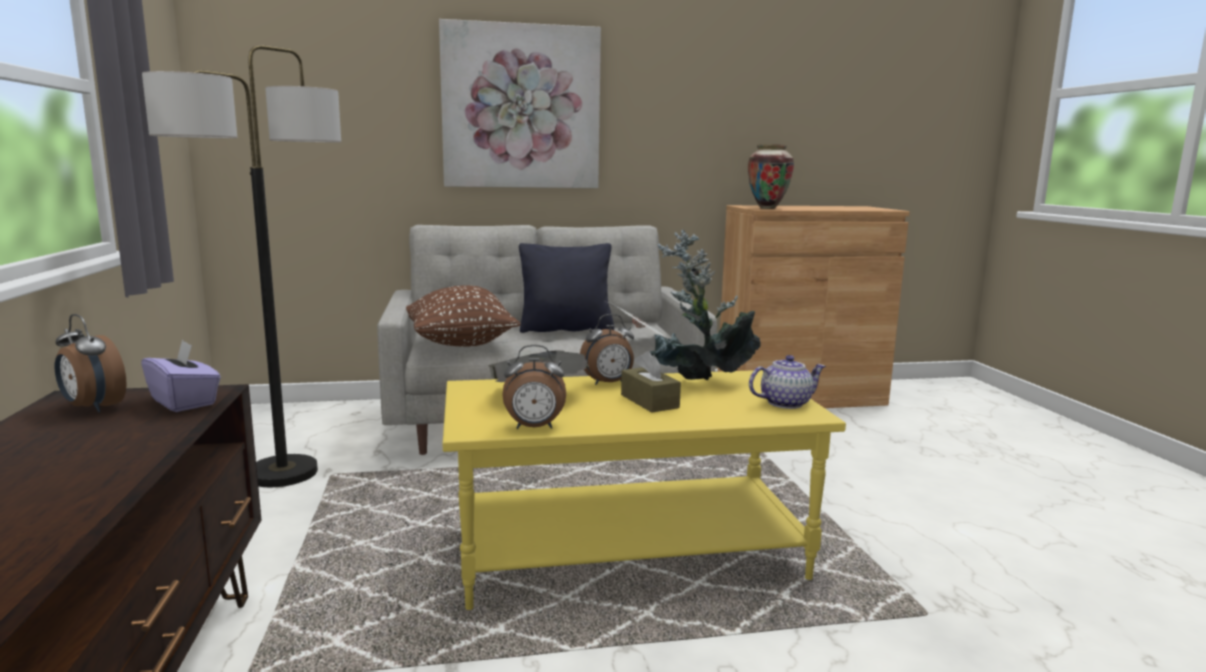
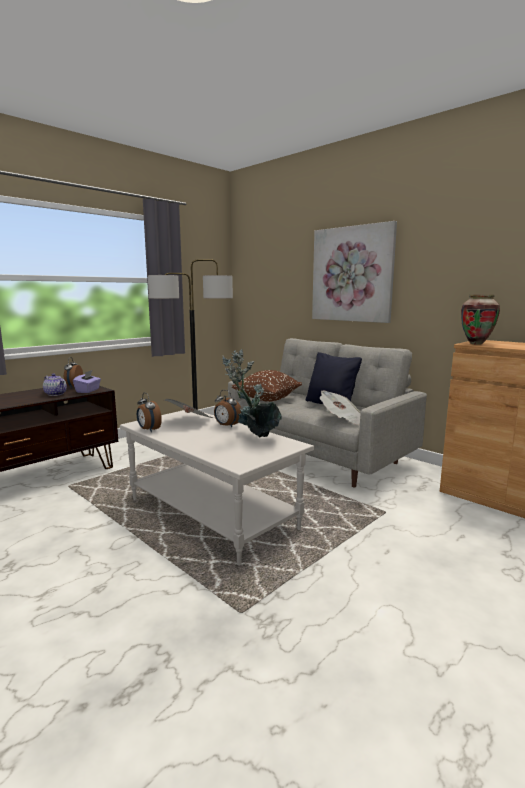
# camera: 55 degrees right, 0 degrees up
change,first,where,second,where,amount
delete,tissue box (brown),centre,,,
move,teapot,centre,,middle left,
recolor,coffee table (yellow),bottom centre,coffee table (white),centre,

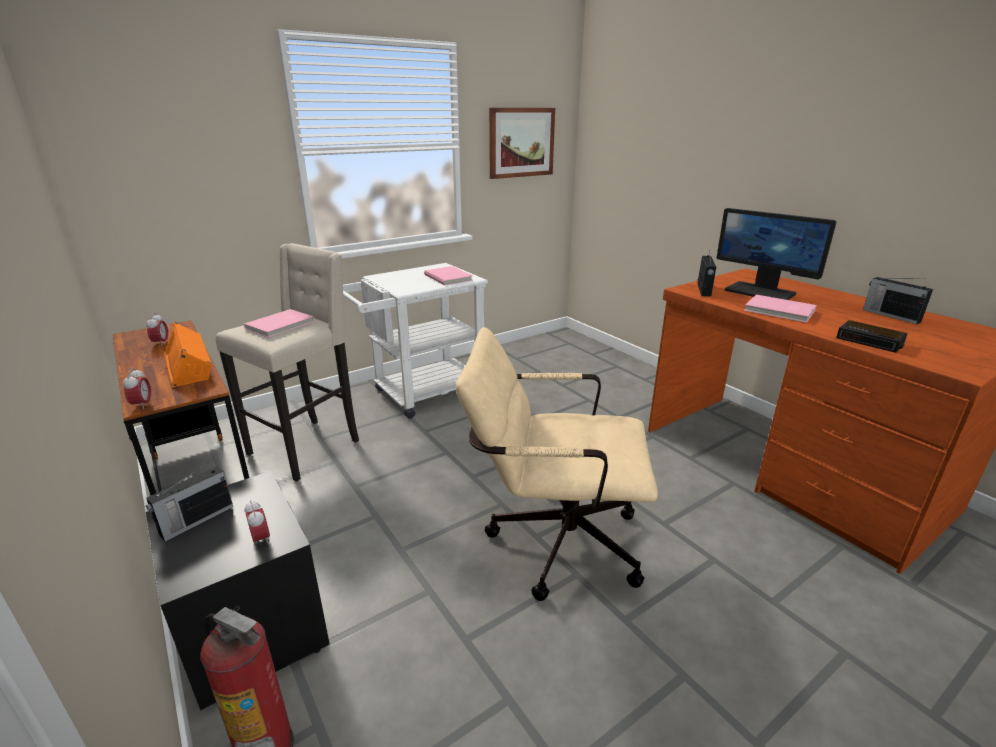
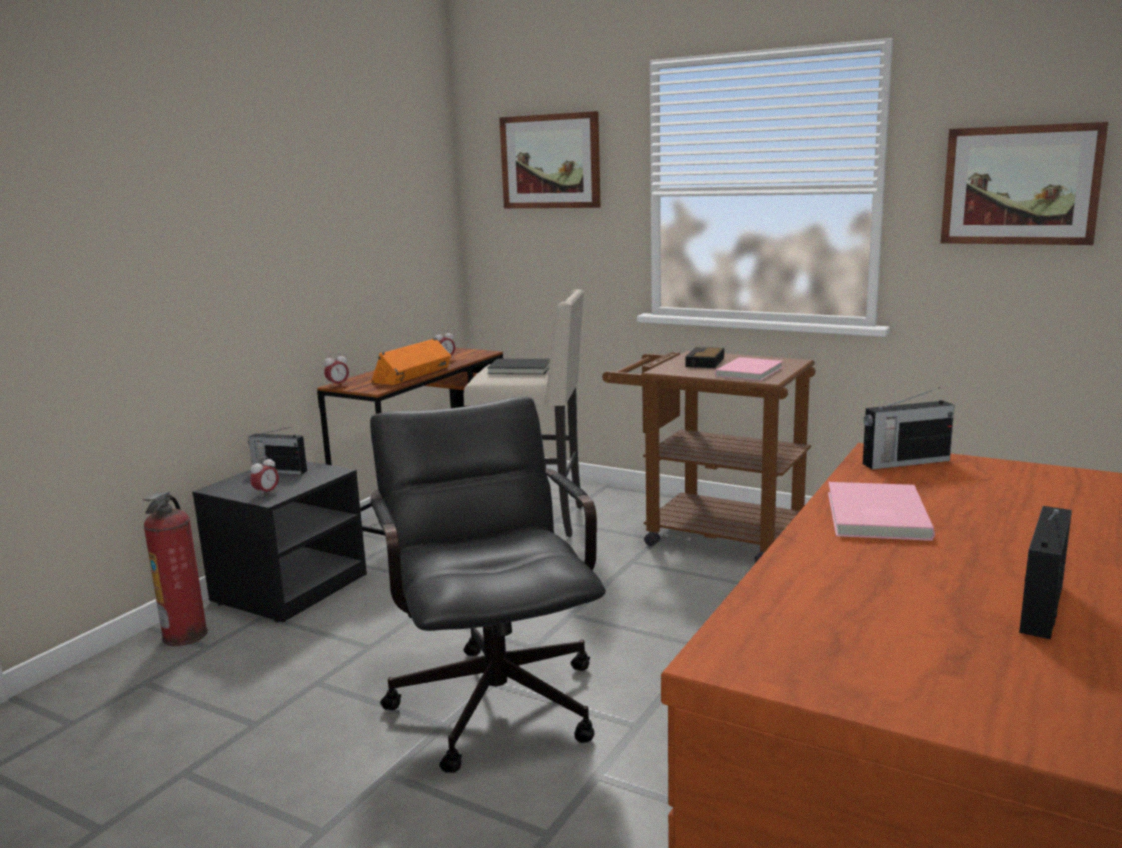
# camera: 65 degrees right, 10 degrees down
change,first,where,second,where,amount
delete,monitor,middle right,,,
insert,,,picture (1st from left),top centre,
move,alarm clock (4th from left),middle right,,centre,
recolor,book (pink) (1st from left),middle left,book (black),centre,
recolor,cart (white),centre,cart (brown),centre,
recolor,office chair (beige),centre,office chair (black),bottom centre,

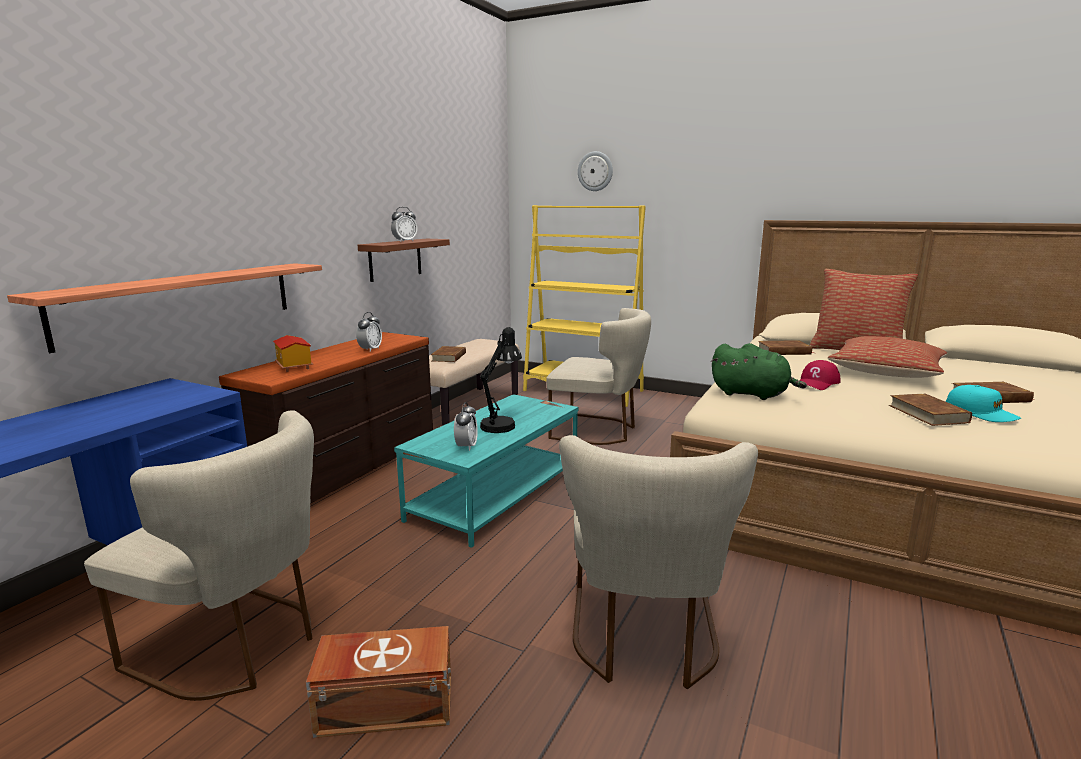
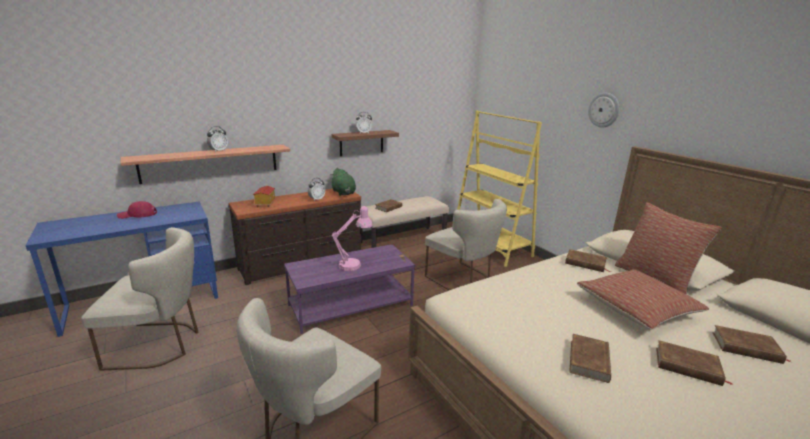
# camera: 30 degrees right, 5 degrees up
change,first,where,second,where,amount
delete,storage box (brown),bottom centre,,,
delete,cap (turquoise),middle right,,,
insert,,,book (brown) (5th from left),bottom right,
move,alarm clock (3rd from left in the first image),centre,alarm clock (1st from left),top left,
move,wall clock,top centre,,top right,
move,plush toy (green),middle right,,centre,
move,cap (red),middle right,,middle left,
recolor,coffee table (turquoise),centre,coffee table (purple),centre,
recolor,table lamp (black),centre,table lamp (pink),centre,
rotate,chair (beige) (1st from left),bottom left,,bottom left,60 degrees counterclockwise

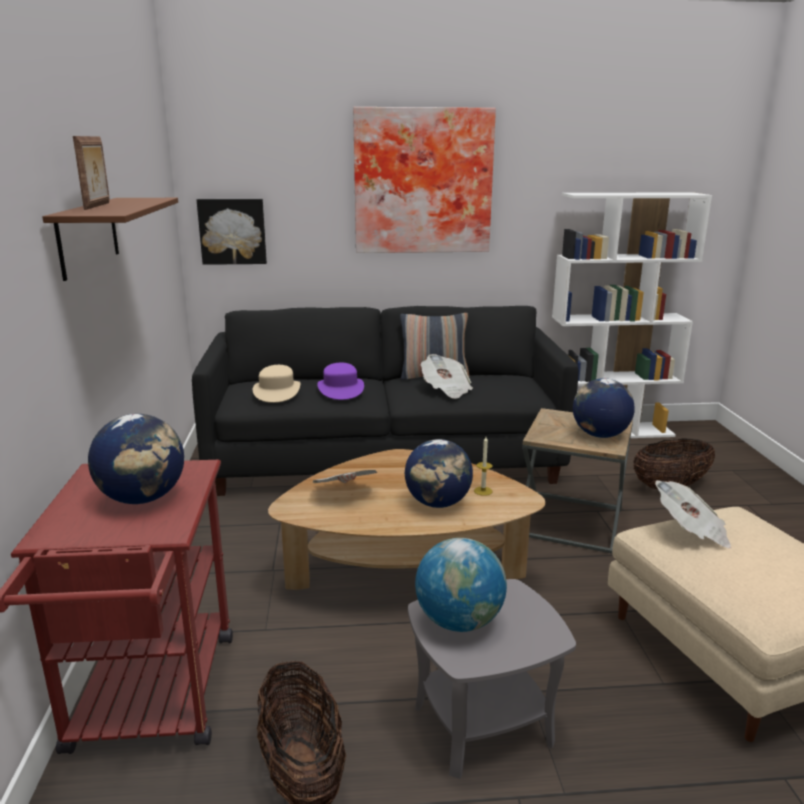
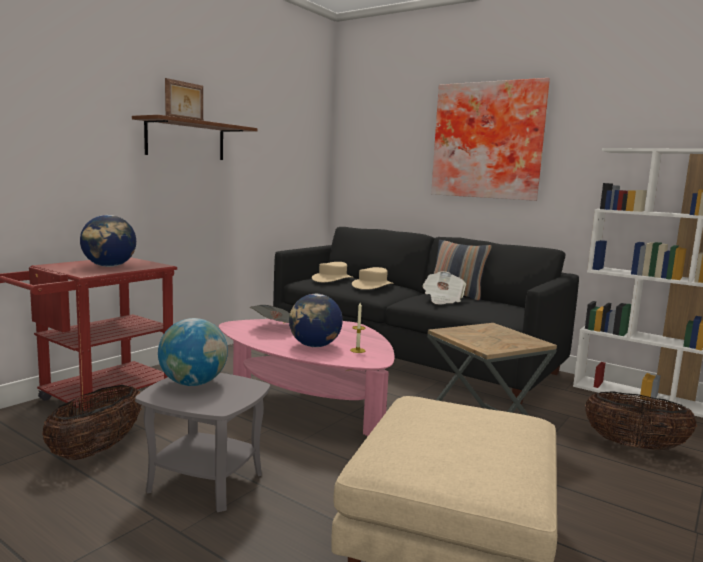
# camera: 40 degrees right, 10 degrees down
change,first,where,second,where,amount
delete,picture (1st from left),top left,,,
delete,globe (4th from left),middle right,,,
delete,newspaper (3rd from left),middle right,,,
recolor,coffee table (brown),centre,coffee table (pink),bottom centre,
recolor,hat (purple),centre,hat (beige) (2nd from left),centre,

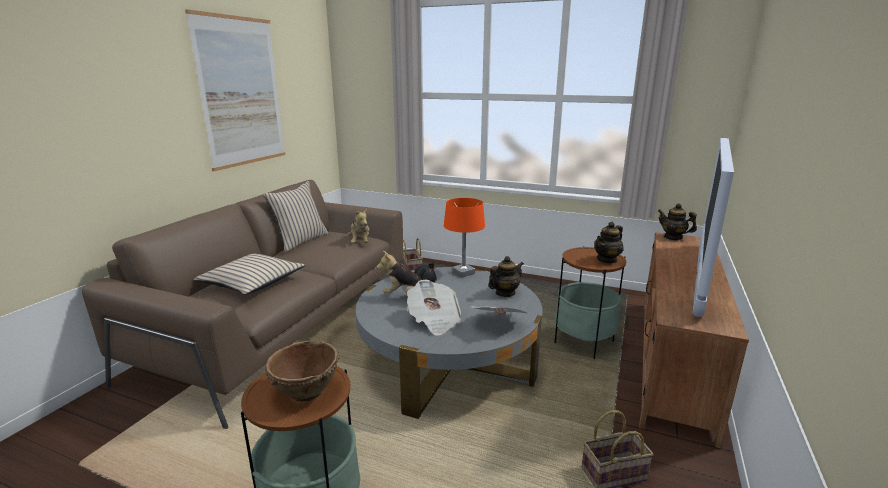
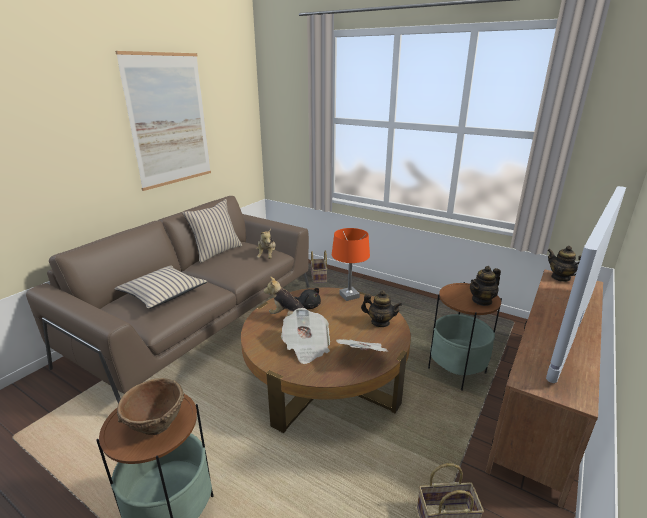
# camera: 10 degrees right, 5 degrees up
change,first,where,second,where,amount
recolor,coffee table (grey),bottom centre,coffee table (brown),bottom centre,
rotate,teapot (1st from left),centre,,centre,45 degrees clockwise

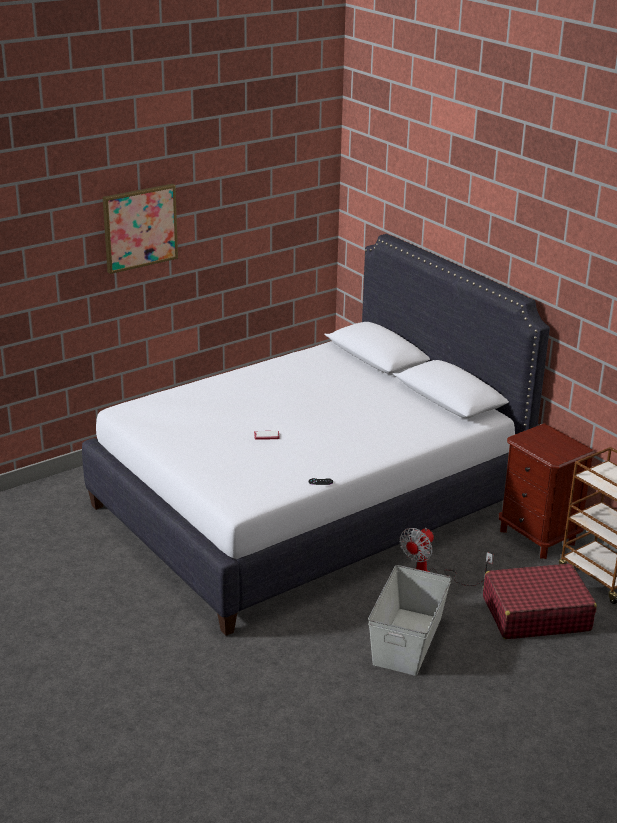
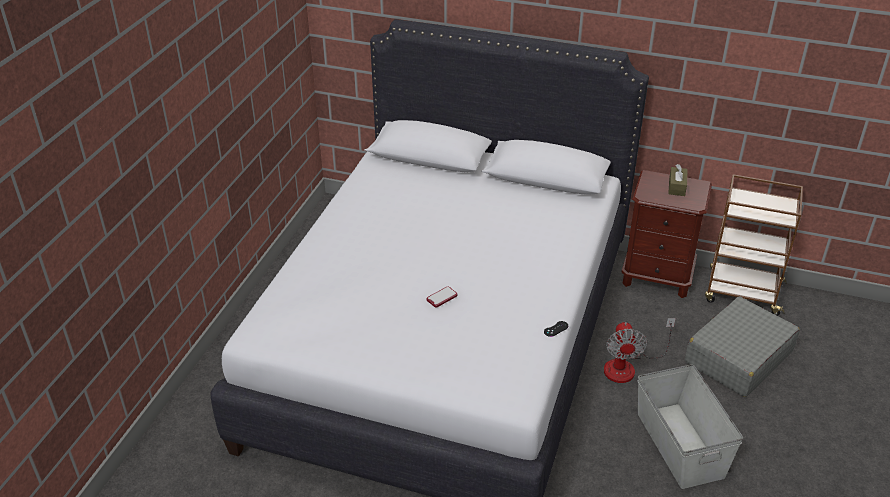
# camera: 35 degrees left, 10 degrees up
change,first,where,second,where,amount
delete,picture,top left,,,
insert,,,tissue box (brown),middle right,
recolor,suitcase (red),bottom right,suitcase (grey),bottom right,

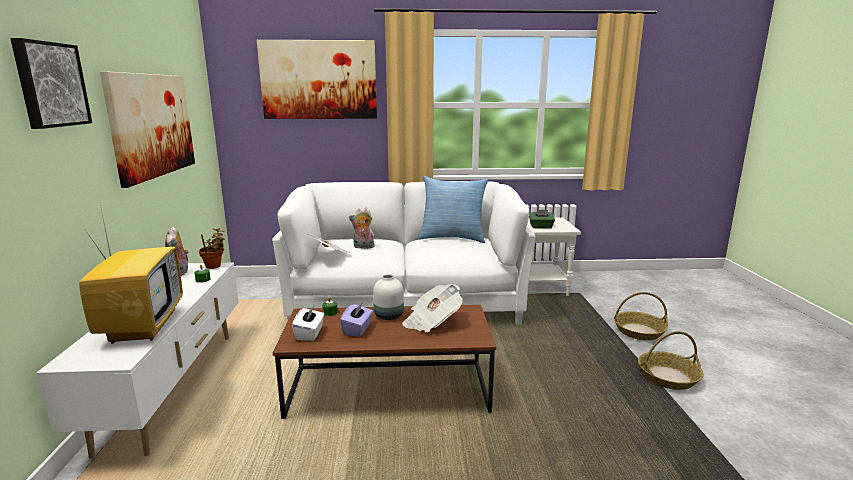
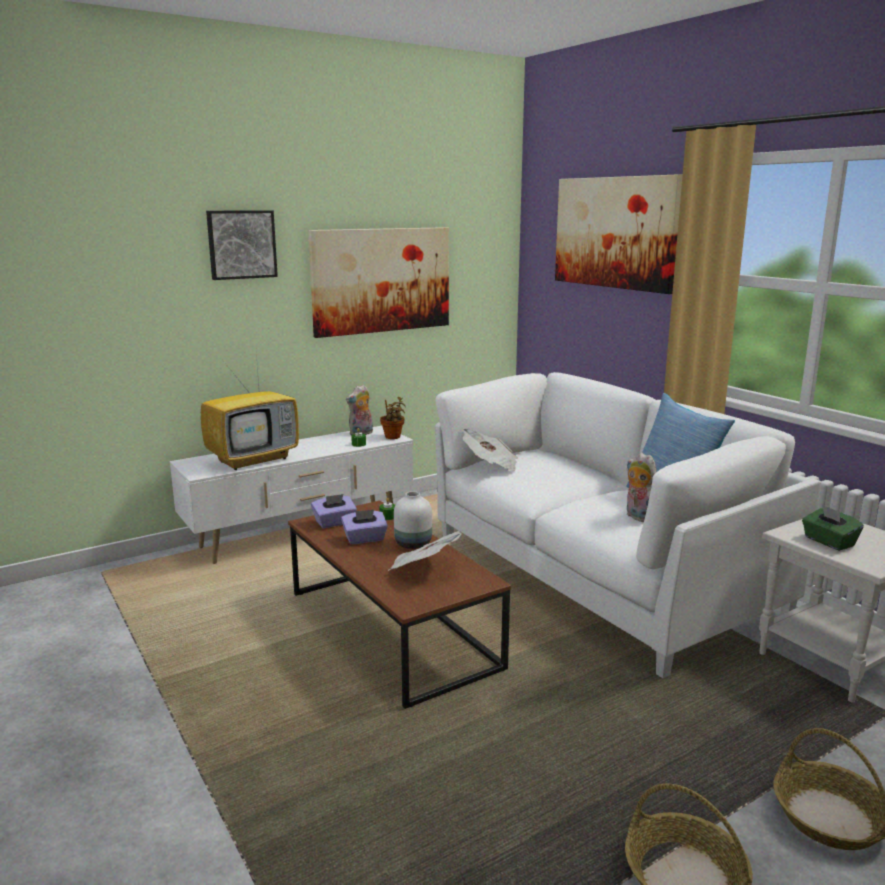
# camera: 60 degrees right, 0 degrees up
change,first,where,second,where,amount
move,plush toy (2nd from left),centre,,middle right,
recolor,tissue box (white),bottom centre,tissue box (purple) (1st from left),centre,

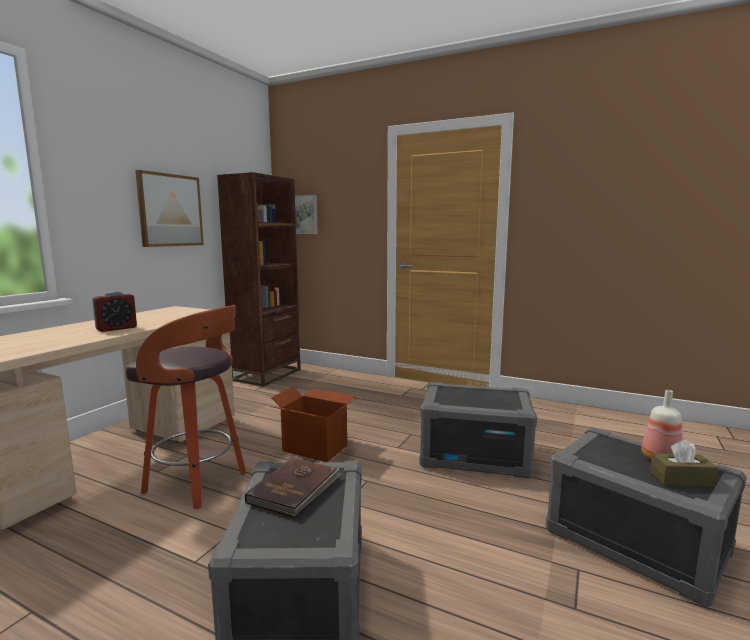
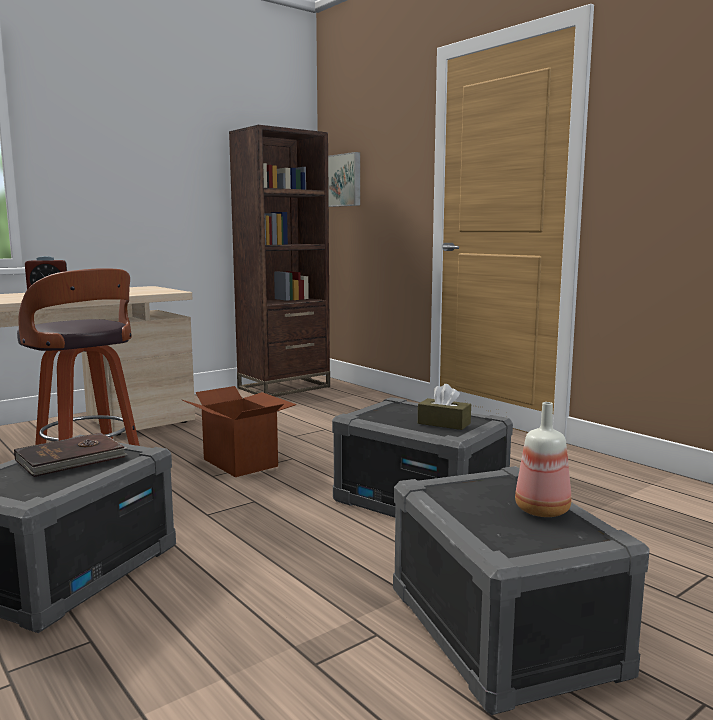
# camera: 25 degrees right, 0 degrees up
change,first,where,second,where,amount
delete,picture (1st from left),top left,,,
move,tissue box (brown),bottom right,,centre,

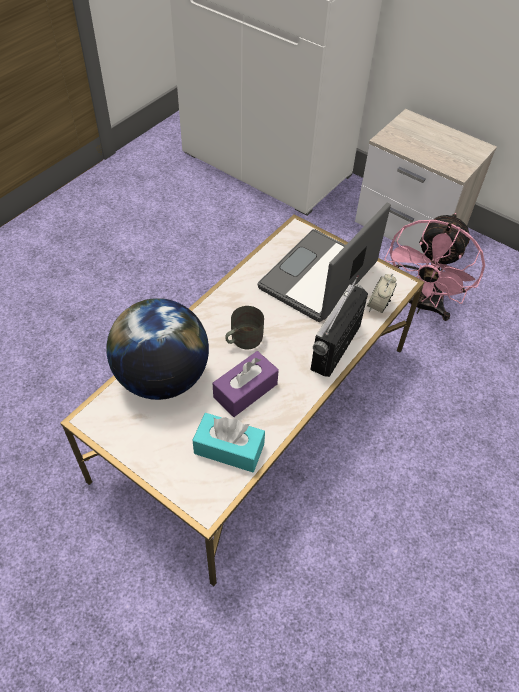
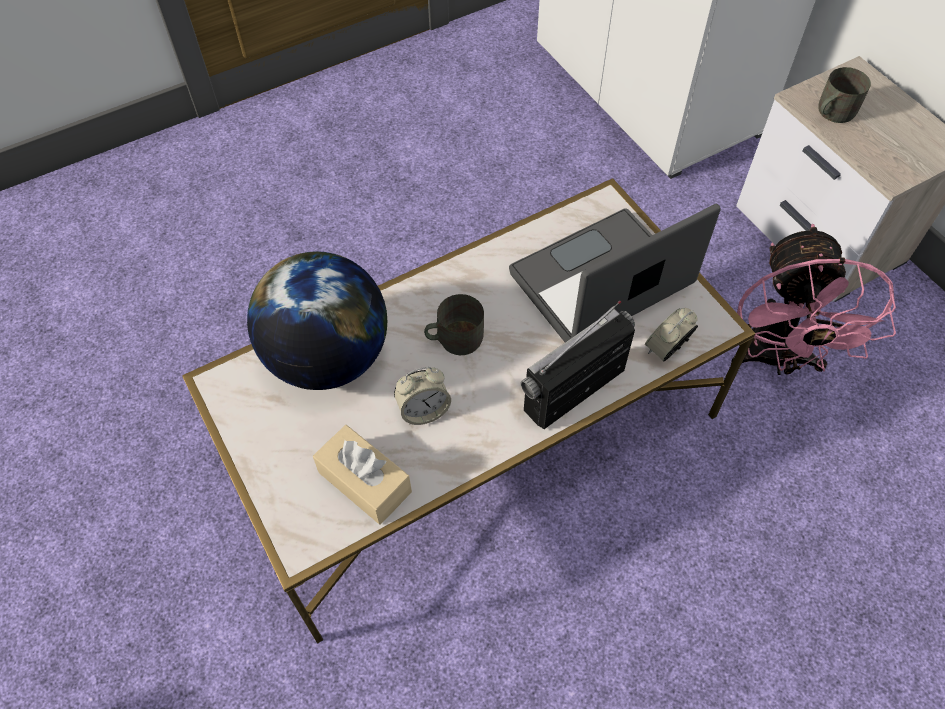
# camera: 25 degrees right, 5 degrees up
change,first,where,second,where,amount
insert,,,mug (grey) (2nd from left),top right,
replace,tissue box (purple),centre,alarm clock (1st from left),centre,
recolor,tissue box (turquoise),centre,tissue box (beige),bottom centre,
rotate,fan (pink),middle right,,middle right,45 degrees counterclockwise

